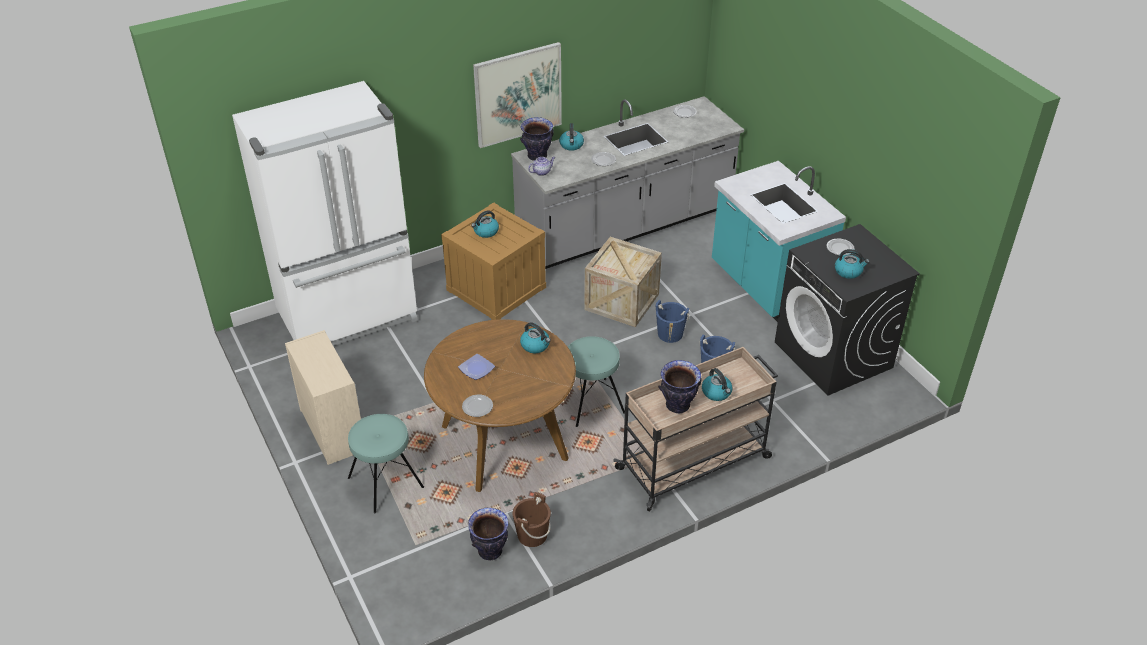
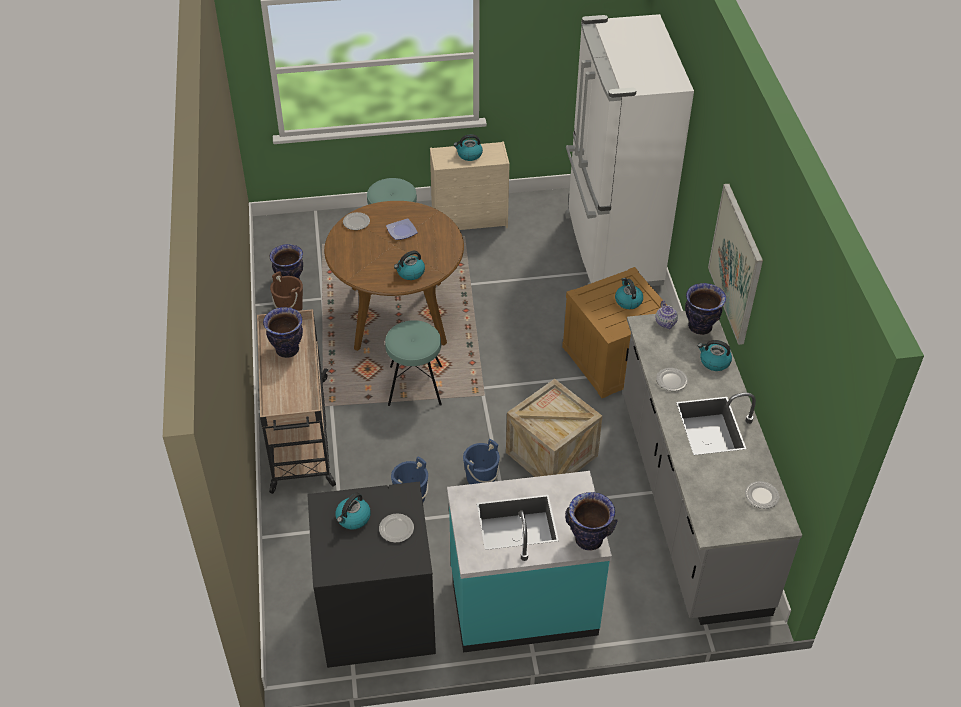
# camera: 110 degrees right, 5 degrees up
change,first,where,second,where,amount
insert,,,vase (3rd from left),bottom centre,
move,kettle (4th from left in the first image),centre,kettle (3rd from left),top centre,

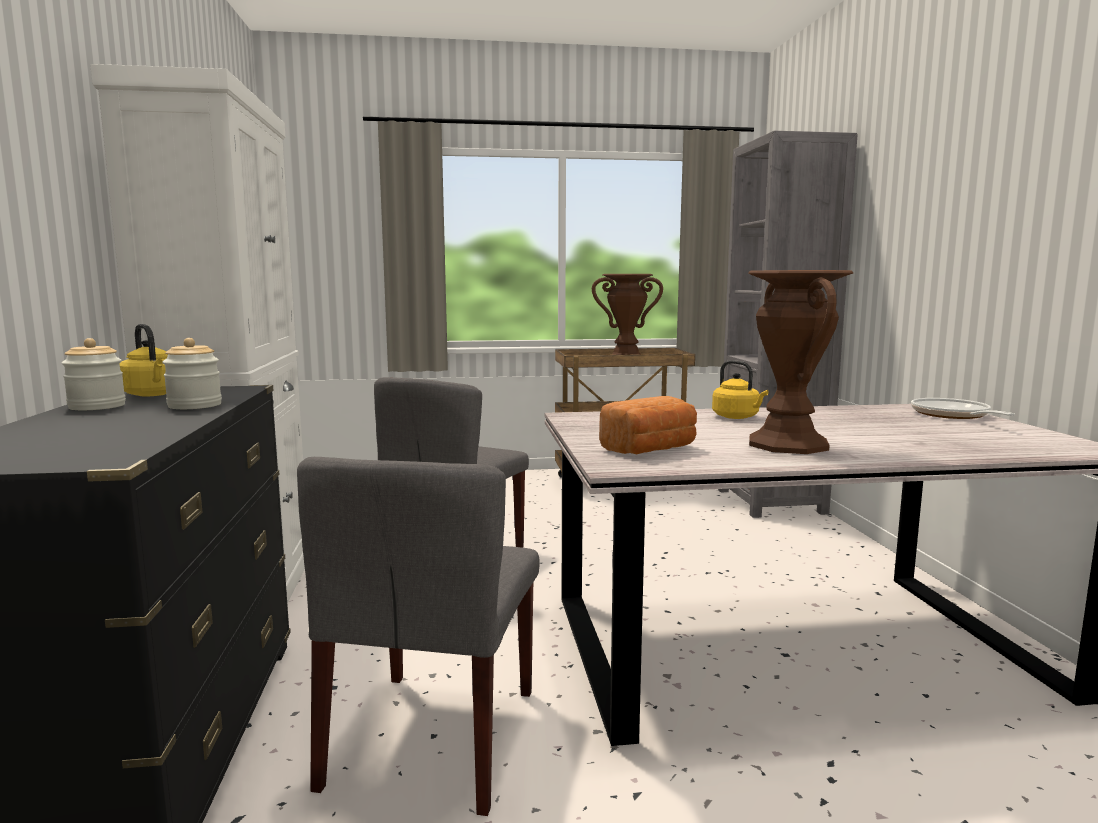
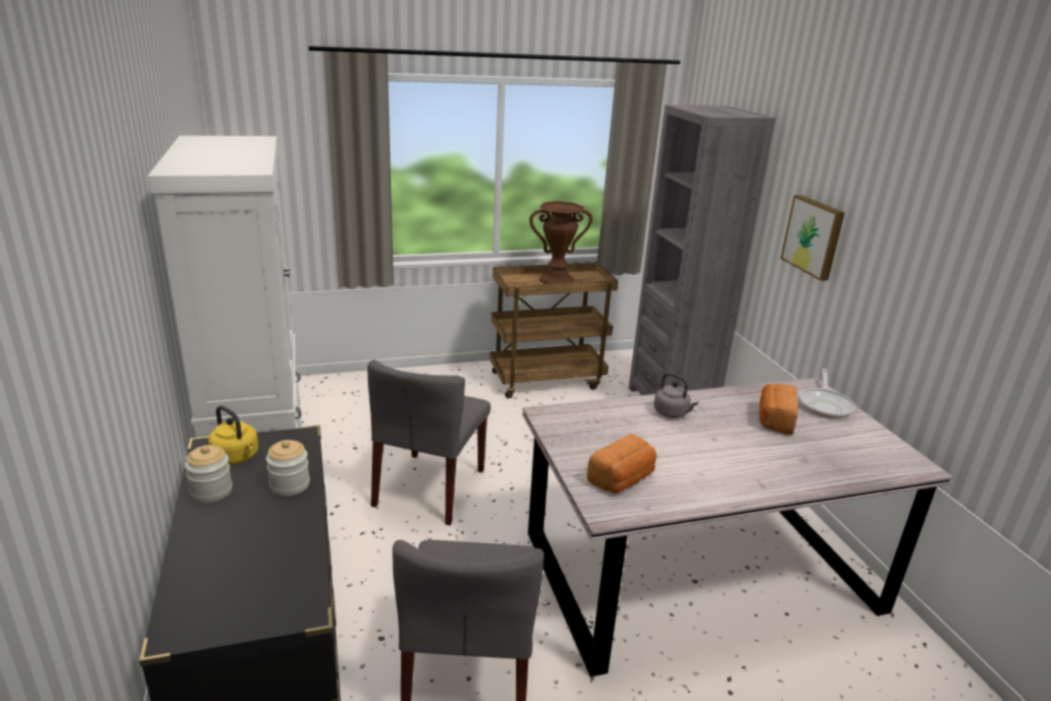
# camera: 10 degrees left, 15 degrees up
change,first,where,second,where,amount
delete,vase (brown) (2nd from left),middle right,,,
insert,,,bread (2nd from left),middle right,
insert,,,picture,middle right,
recolor,kettle (yellow) (2nd from left),middle right,kettle (grey),centre,
rotate,frying pan,middle right,,middle right,150 degrees counterclockwise

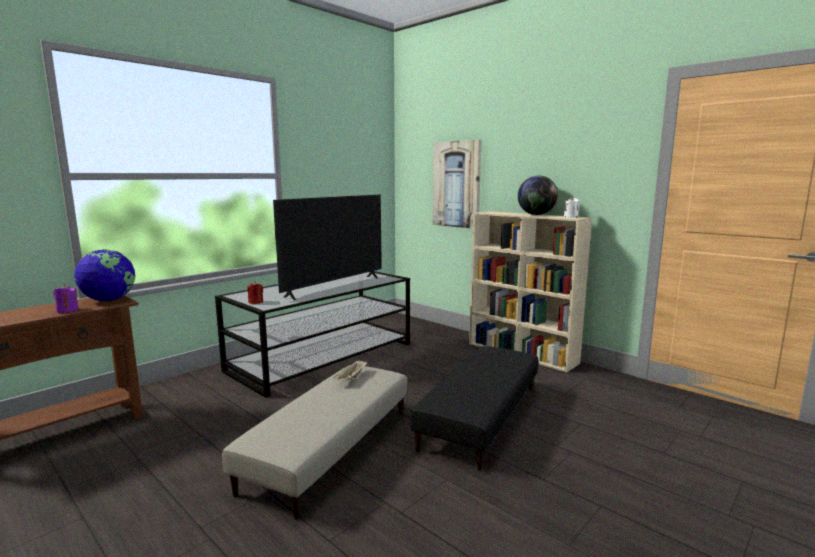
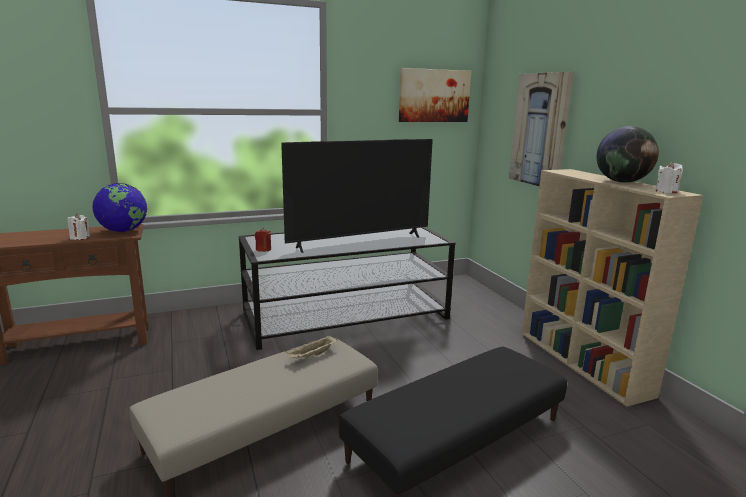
# camera: 25 degrees right, 5 degrees up
change,first,where,second,where,amount
insert,,,picture (1st from left),top centre,
recolor,candle (purple),middle left,candle (white) (1st from left),middle left,

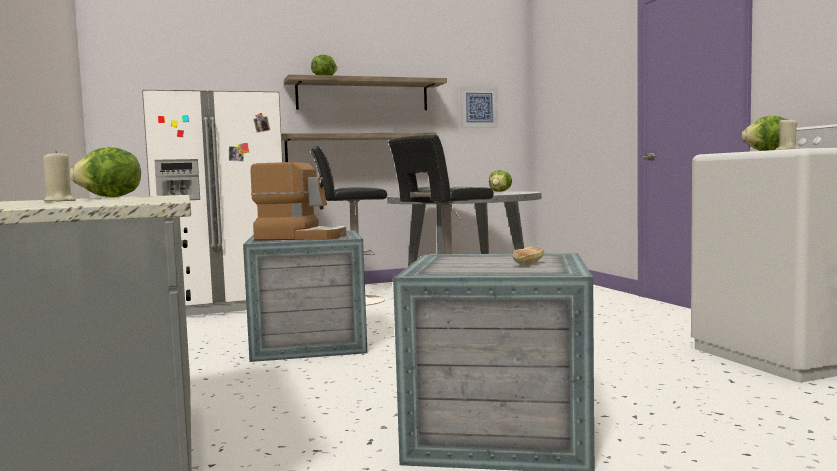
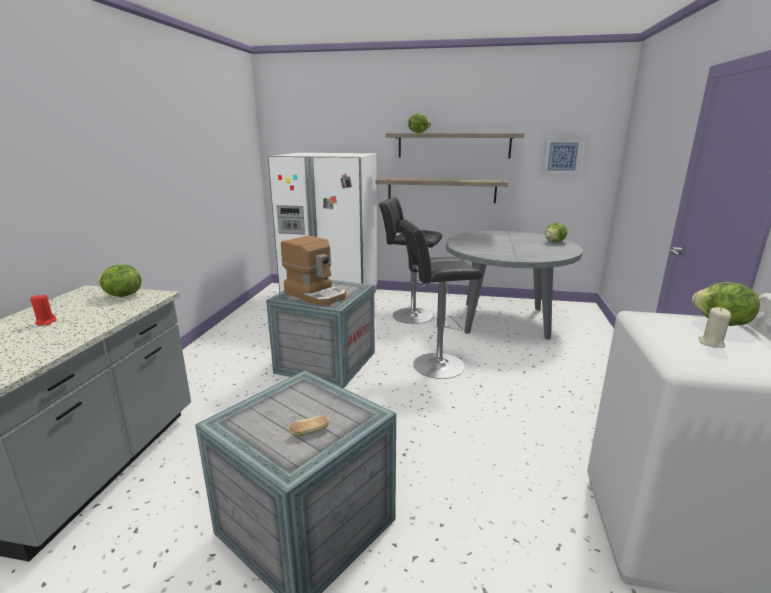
# camera: 30 degrees right, 15 degrees up
change,first,where,second,where,amount
recolor,candle (beige) (1st from left),middle left,candle (red),middle left,

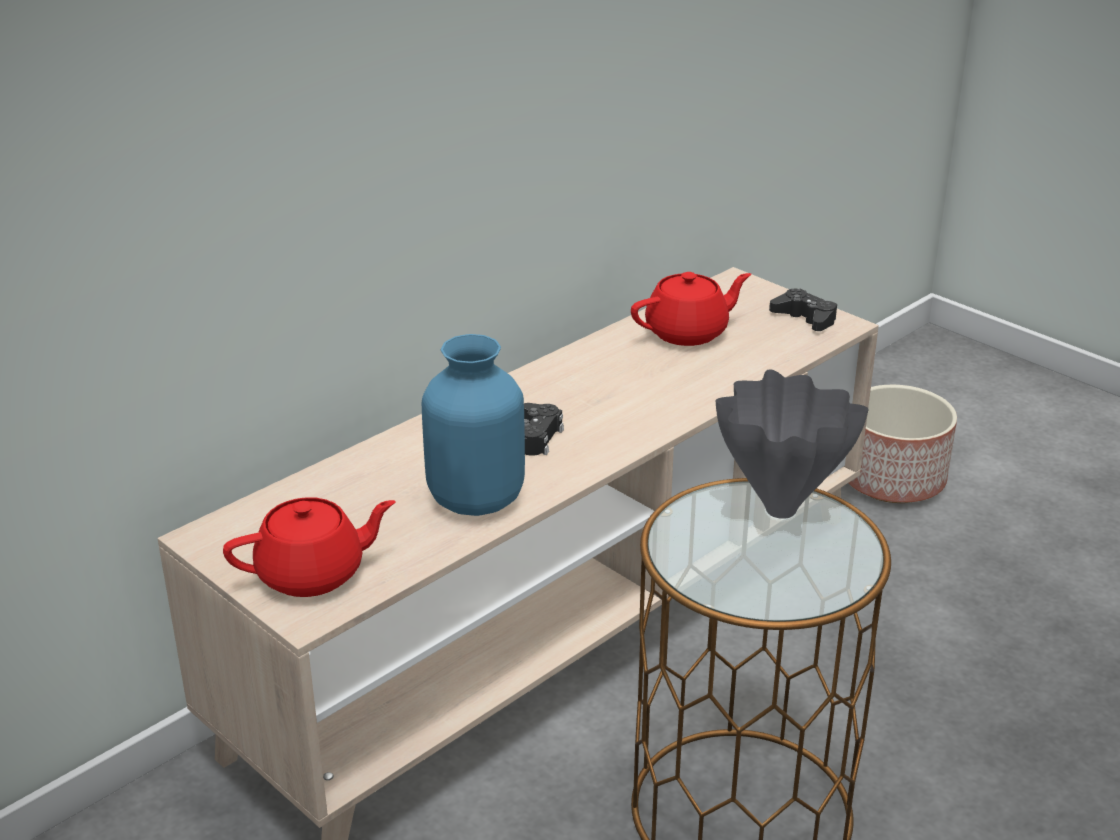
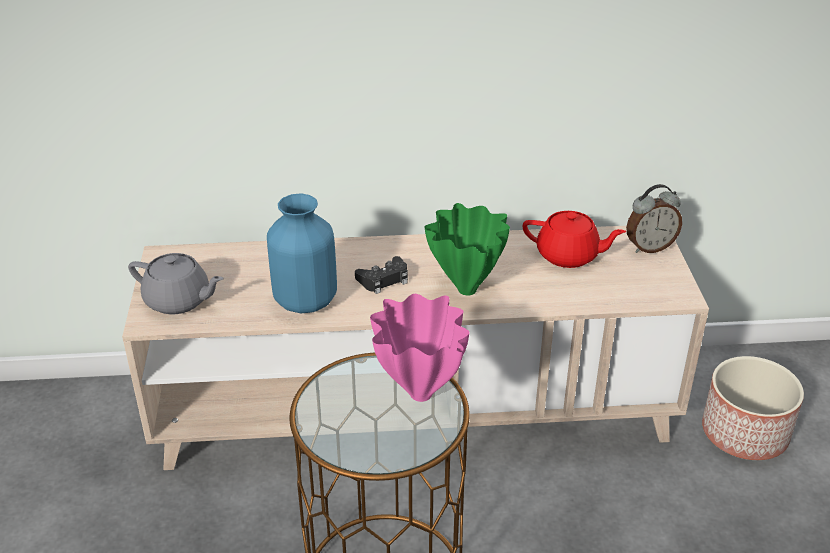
# camera: 40 degrees right, 5 degrees up
change,first,where,second,where,amount
delete,game controller (black) (2nd from left),middle right,,,
insert,,,vase (green),centre,
insert,,,alarm clock,middle right,
recolor,teapot (red) (1st from left),middle left,teapot (grey),middle left,
recolor,vase (grey),middle right,vase (pink),centre,

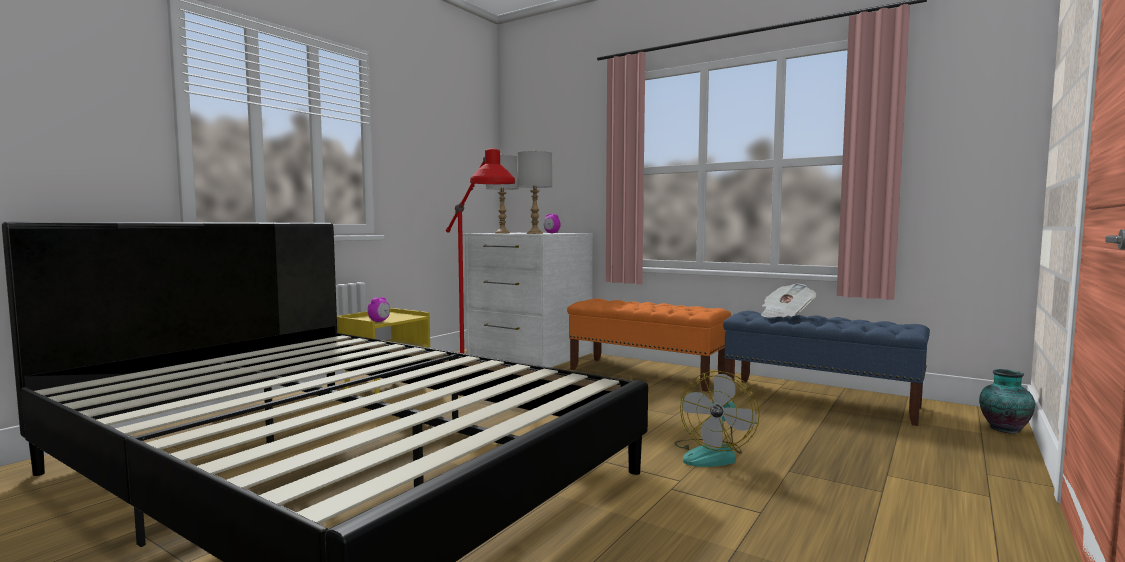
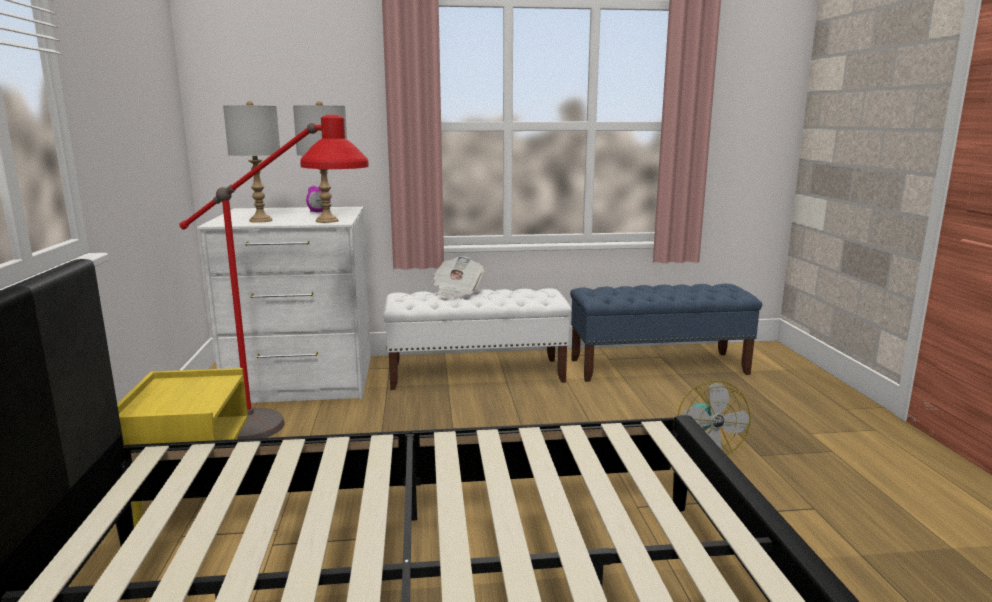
# camera: 40 degrees left, 10 degrees up
change,first,where,second,where,amount
delete,alarm clock (1st from left),centre,,,
delete,vase,bottom right,,,
move,newspaper,middle right,,centre,
recolor,bench (orange),centre,bench (white),centre,

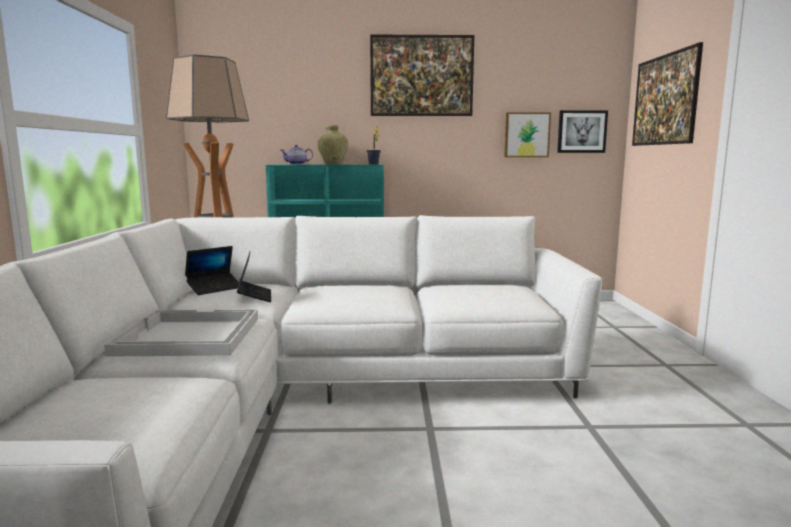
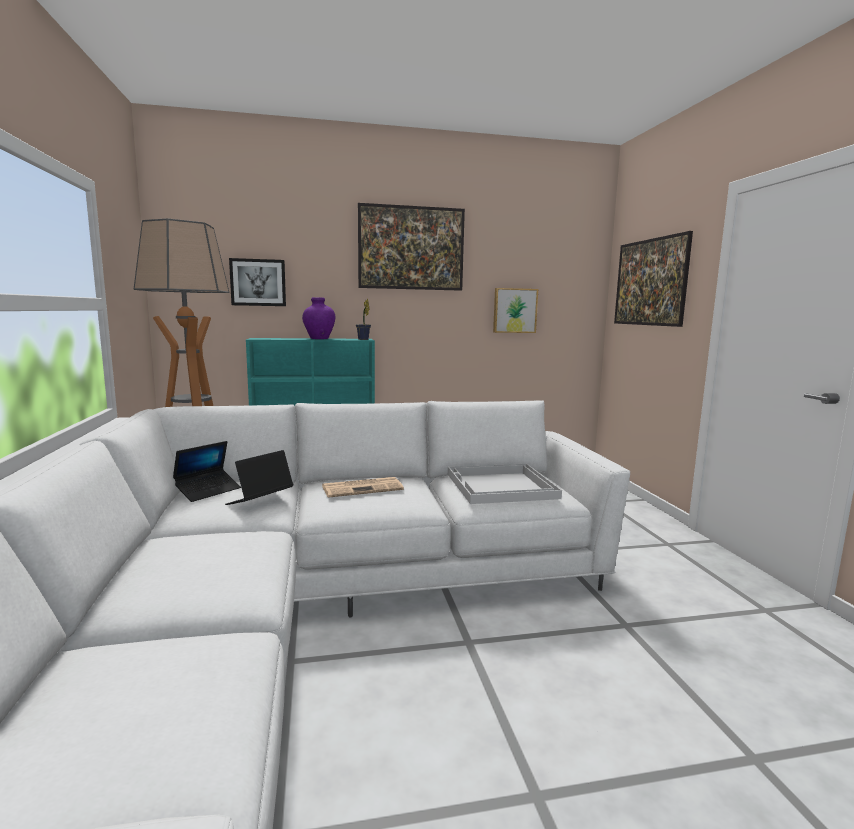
# camera: 10 degrees left, 0 degrees up
change,first,where,second,where,amount
delete,teapot,top centre,,,
insert,,,newspaper,centre,
move,tray (white),middle left,,centre,
move,picture (3rd from left in the first image),top right,picture (1st from left),middle left,
recolor,vase (beige),top centre,vase (purple),centre,
rotate,laptop (2nd from left),middle left,,middle left,120 degrees counterclockwise

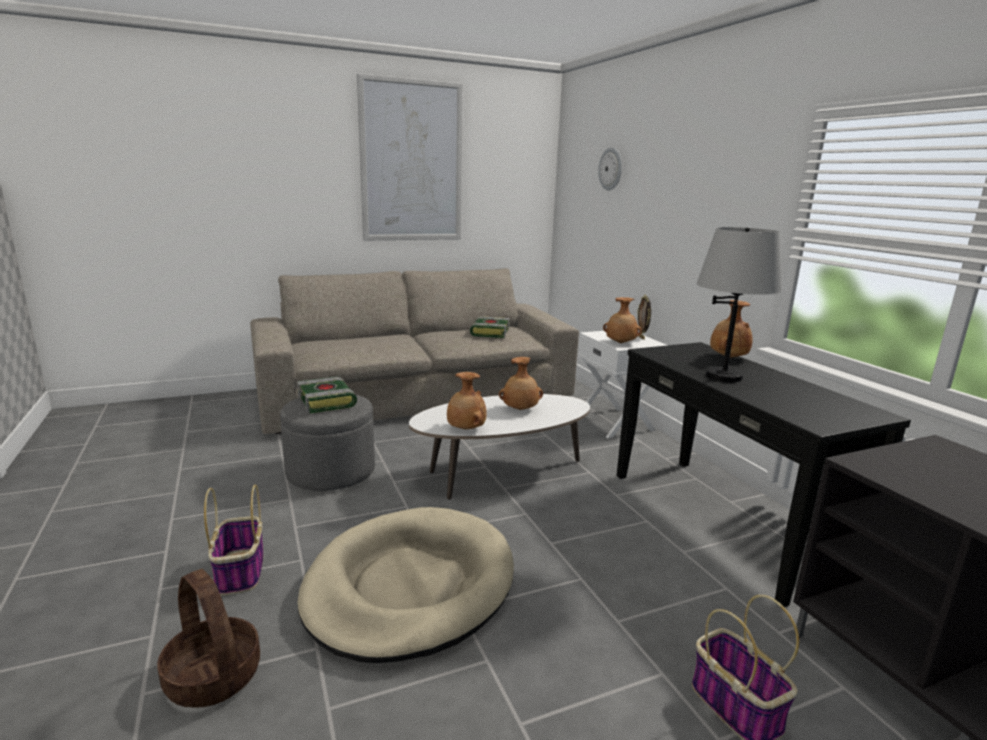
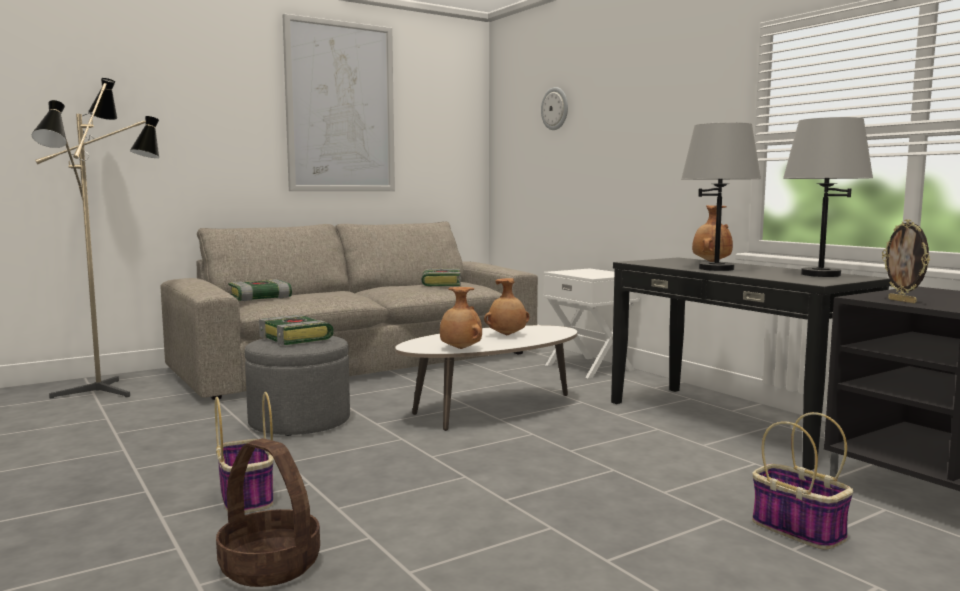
# camera: 10 degrees left, 10 degrees down
change,first,where,second,where,amount
delete,dog bed (beige),bottom centre,,,
delete,vase (brown) (3rd from left),centre,,,
insert,,,floor lamp,middle left,
insert,,,book (1st from left),middle left,
insert,,,table lamp (grey) (2nd from left),middle right,
move,picture frame,centre,,middle right,

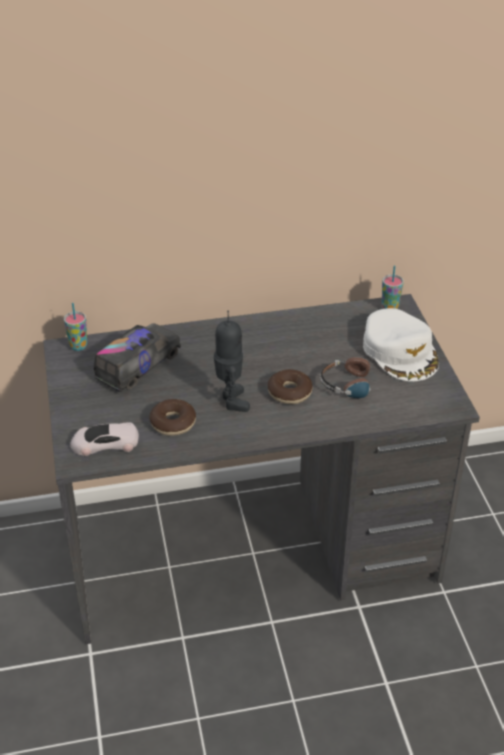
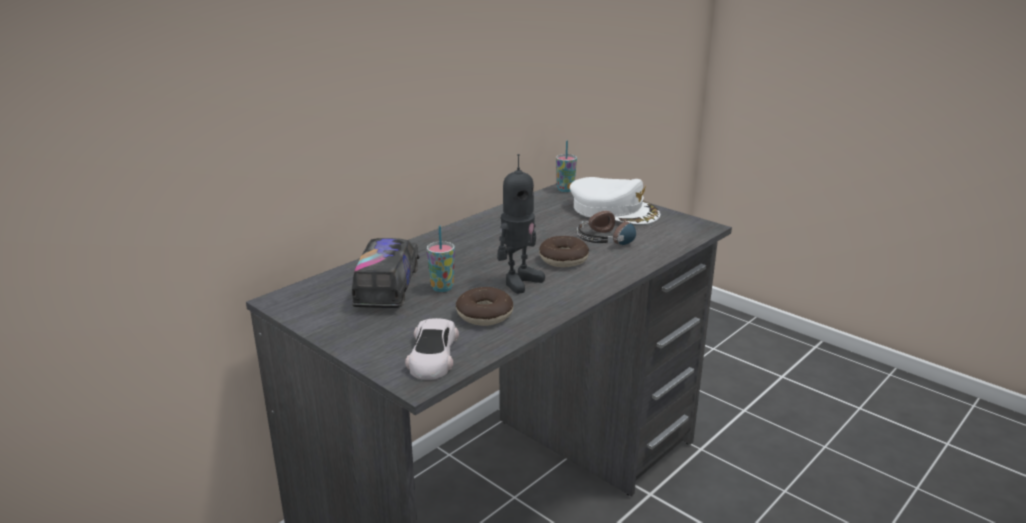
# camera: 35 degrees left, 15 degrees down
change,first,where,second,where,amount
move,cup (1st from left),middle left,,centre,
rotate,toy car (white),middle left,,bottom centre,45 degrees counterclockwise
rotate,toy robot,centre,,centre,90 degrees clockwise

